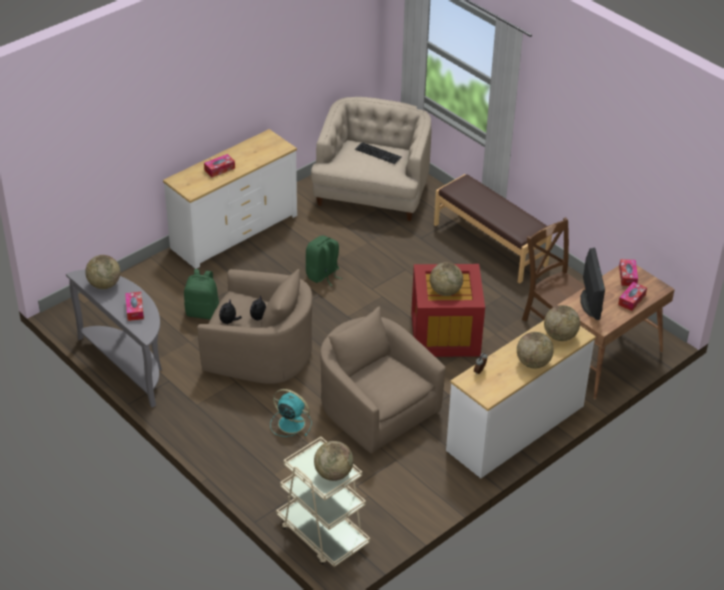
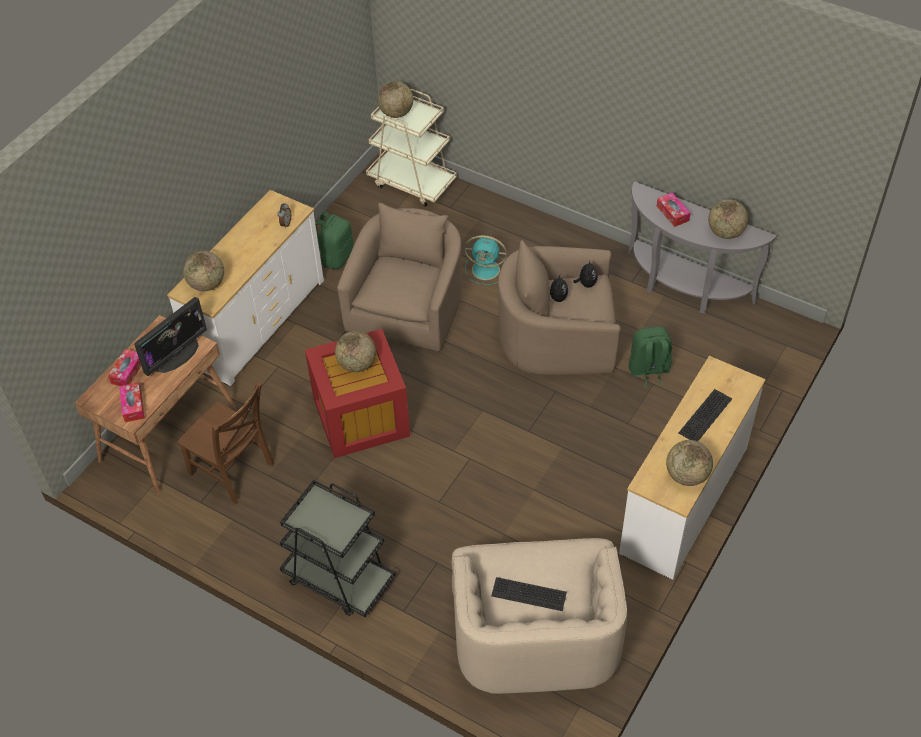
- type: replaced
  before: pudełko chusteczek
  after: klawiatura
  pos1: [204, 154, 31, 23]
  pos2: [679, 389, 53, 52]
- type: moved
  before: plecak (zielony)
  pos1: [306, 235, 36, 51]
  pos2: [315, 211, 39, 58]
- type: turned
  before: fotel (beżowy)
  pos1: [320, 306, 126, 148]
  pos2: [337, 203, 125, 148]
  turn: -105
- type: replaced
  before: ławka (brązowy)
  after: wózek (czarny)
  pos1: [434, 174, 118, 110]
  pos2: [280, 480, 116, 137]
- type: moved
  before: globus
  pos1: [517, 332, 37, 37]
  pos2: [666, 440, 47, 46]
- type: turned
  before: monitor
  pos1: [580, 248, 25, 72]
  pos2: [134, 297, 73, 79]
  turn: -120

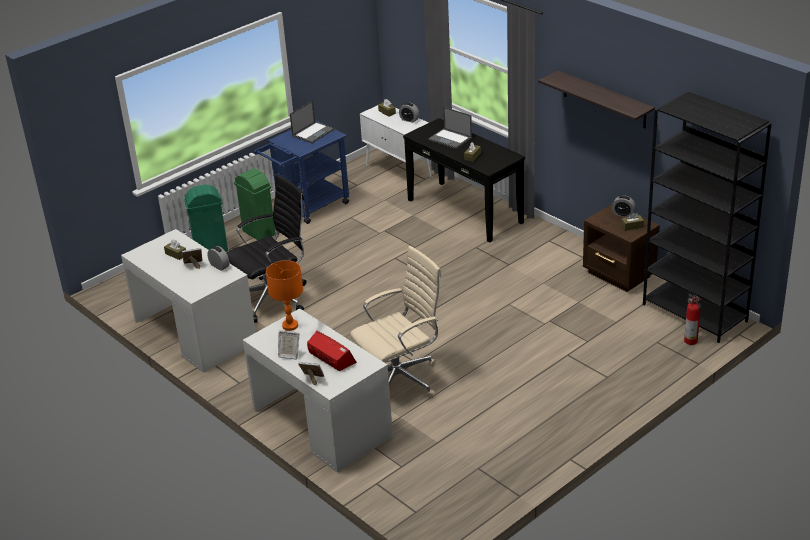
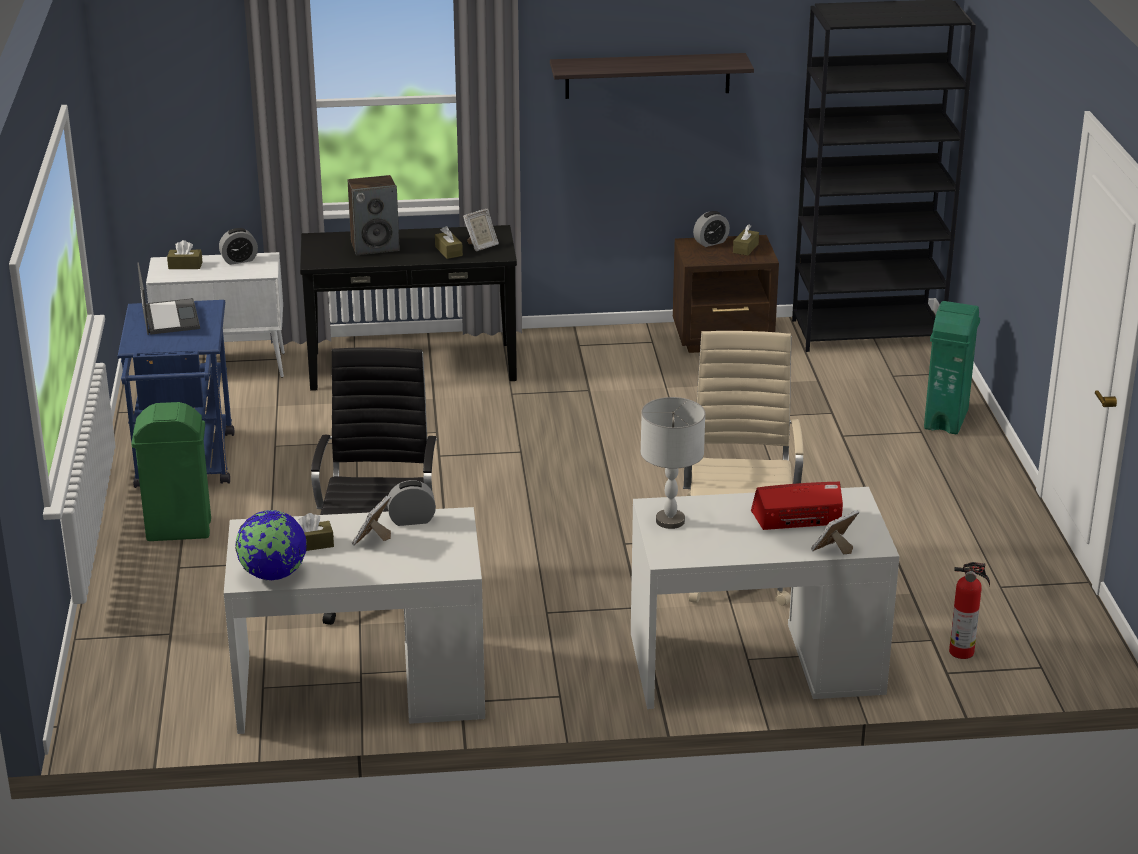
- type: moved
  before: kosz na śmieci (zielony)
  pos1: [184, 184, 44, 68]
  pos2: [924, 301, 56, 133]
- type: recoloured
  before: lampa stołowa (pomarańczowy)
  after: lampa stołowa (szary)
  pos1: [266, 260, 37, 71]
  pos2: [641, 397, 64, 132]
- type: moved
  before: ramka na zdjęcie
  pos1: [278, 330, 21, 30]
  pos2: [463, 209, 36, 42]
- type: replaced
  before: laptop
  after: głośnik
  pos1: [428, 107, 44, 42]
  pos2: [348, 175, 52, 80]
- type: moved
  before: gaśnica
  pos1: [684, 294, 18, 51]
  pos2: [949, 562, 41, 97]
- type: added
  after: globus
  pos2: [236, 510, 71, 71]

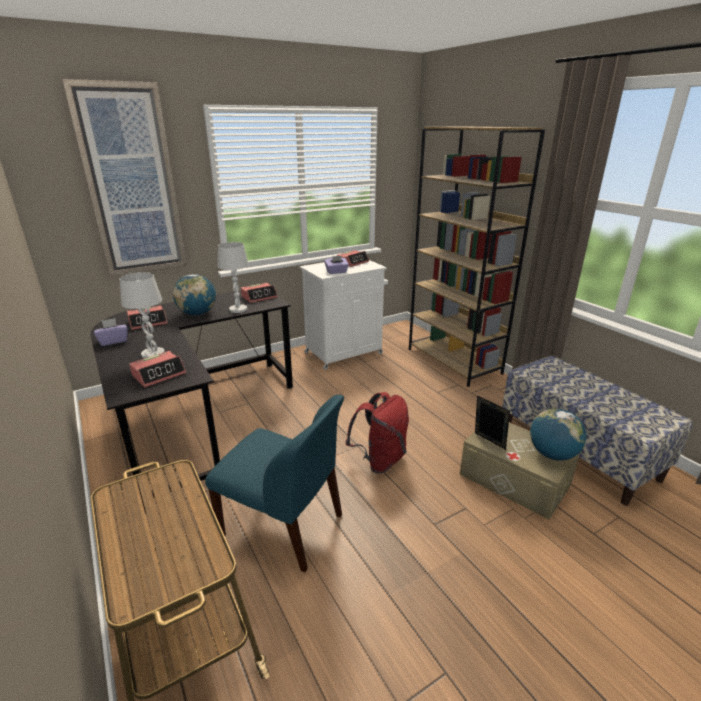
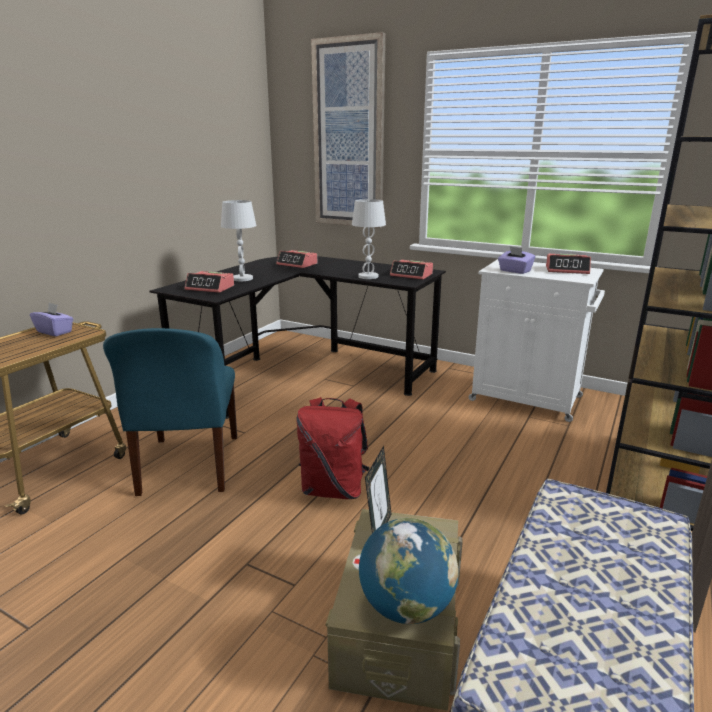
- type: moved
  before: pudełko chusteczek (fioletowy)
  pos1: [94, 318, 34, 28]
  pos2: [30, 303, 44, 33]
- type: removed
  before: globus
  pos1: [173, 274, 43, 42]

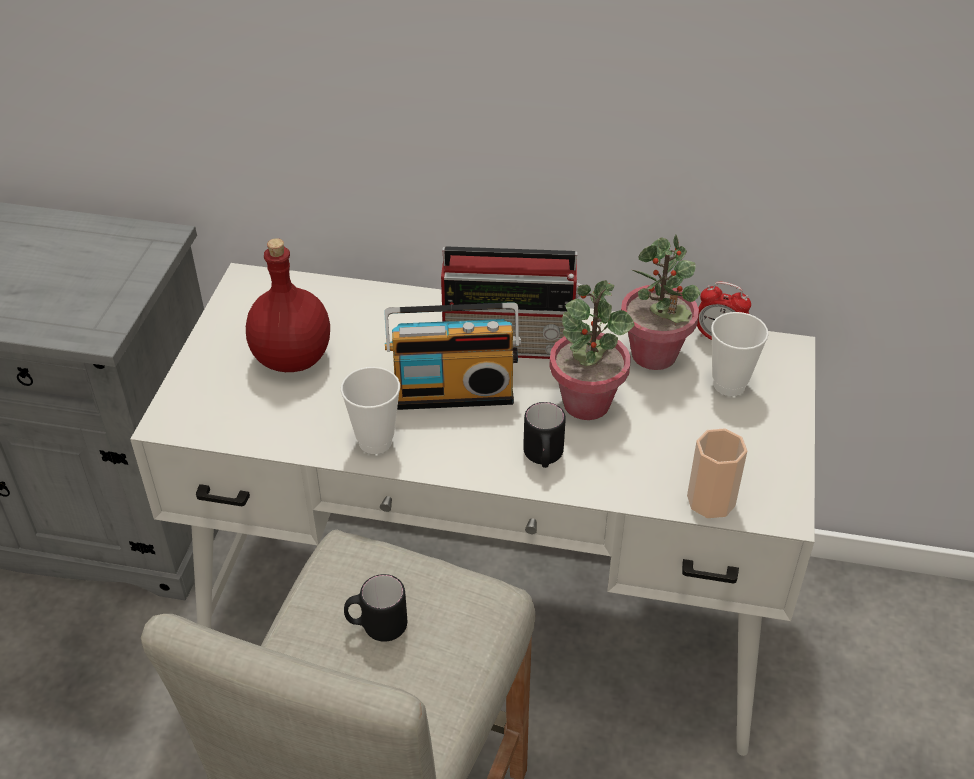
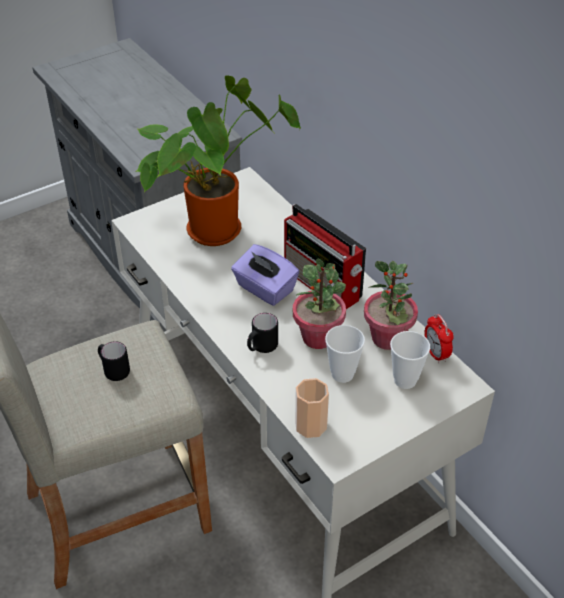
- type: replaced
  before: butelka (czerwony)
  after: roślina doniczkowa
  pos1: [246, 238, 84, 134]
  pos2: [135, 75, 166, 171]
- type: moved
  before: filiżanka
  pos1: [341, 367, 59, 87]
  pos2: [325, 325, 40, 58]
- type: replaced
  before: radio
  after: pudełko chusteczek (fioletowy)
  pos1: [384, 302, 137, 108]
  pos2: [231, 244, 68, 62]

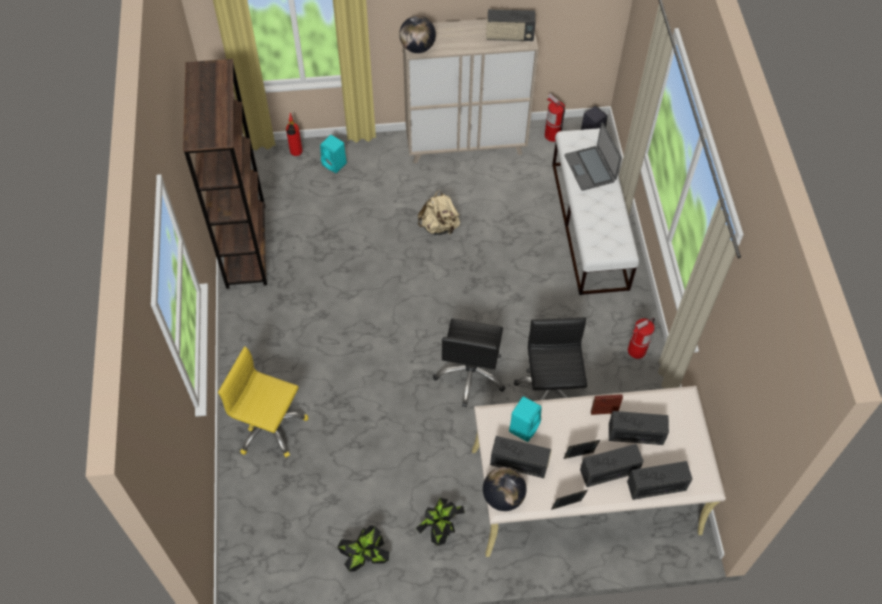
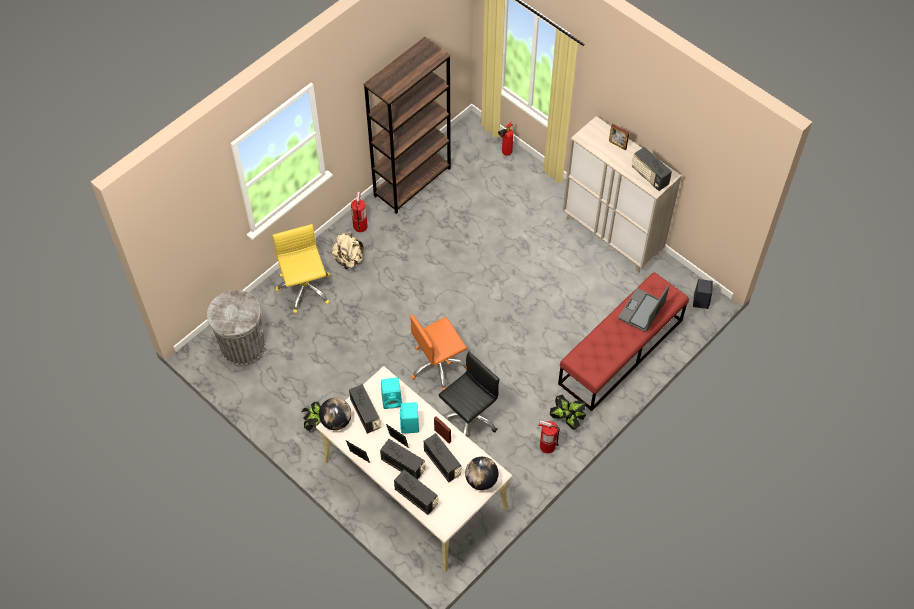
- type: moved
  before: głośnik (turkusowy)
  pos1: [320, 135, 27, 38]
  pos2: [400, 402, 19, 32]
- type: moved
  before: roślina doniczkowa
  pos1: [337, 525, 52, 46]
  pos2: [550, 395, 36, 34]
- type: moved
  before: globus
  pos1: [399, 16, 37, 37]
  pos2: [465, 457, 34, 33]
- type: moved
  before: plecak (beżowy)
  pos1: [418, 190, 42, 46]
  pos2: [331, 232, 33, 37]
- type: recoloured
  before: krzesło biurowe (czarny)
  after: krzesło biurowe (pomarańczowy)
  pos1: [433, 318, 72, 89]
  pos2: [410, 315, 57, 76]
- type: moved
  before: gaśnica
  pos1: [545, 93, 20, 49]
  pos2: [351, 192, 17, 40]
- type: recoloured
  before: ławka (biały)
  after: ławka (czerwony)
  pos1: [552, 128, 87, 167]
  pos2: [558, 272, 131, 139]
- type: added
  after: kosz na śmieci (szary)
  pos2: [207, 290, 58, 76]
- type: added
  after: ramka na zdjęcie
  pos2: [609, 124, 20, 26]

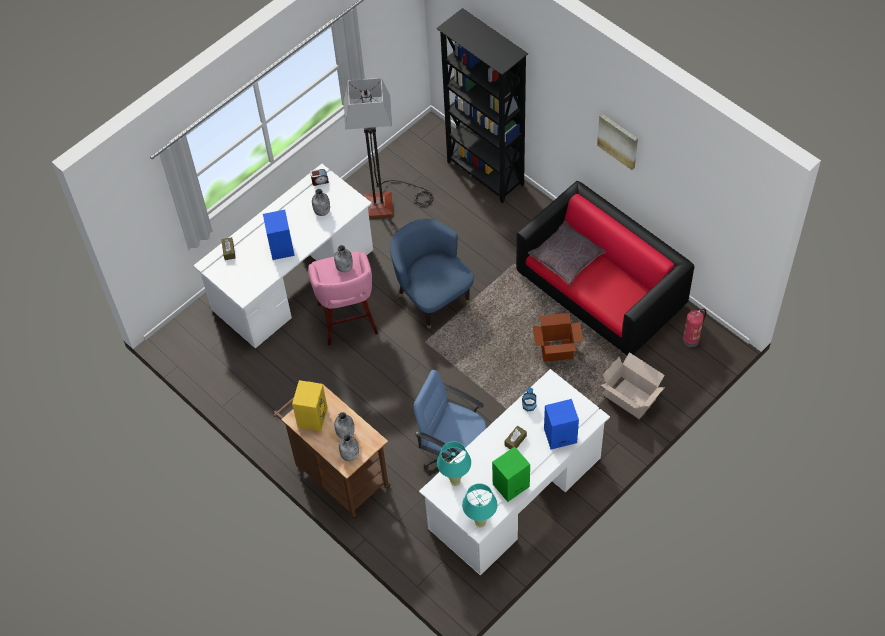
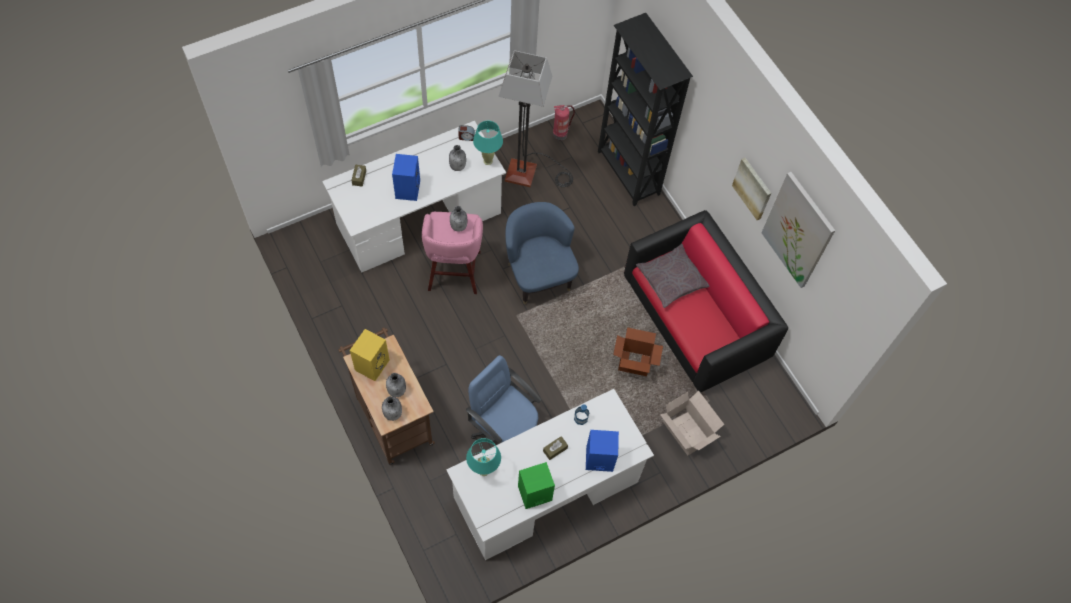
- type: moved
  before: lampa stołowa (turkusowy)
  pos1: [462, 483, 35, 45]
  pos2: [473, 121, 30, 44]
- type: moved
  before: gaśnica
  pos1: [683, 308, 23, 40]
  pos2: [553, 105, 22, 35]
- type: added
  after: obraz
  pos2: [761, 172, 74, 116]

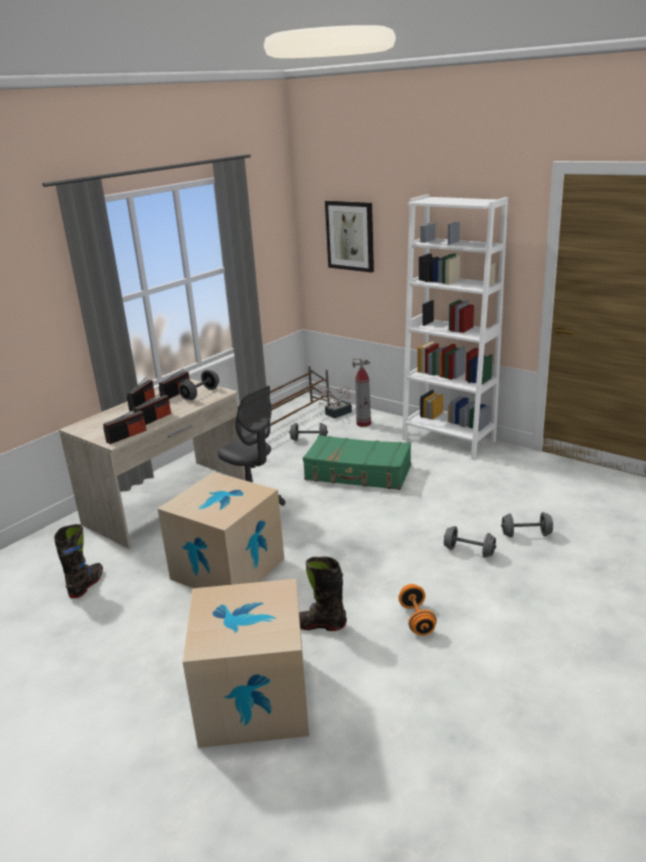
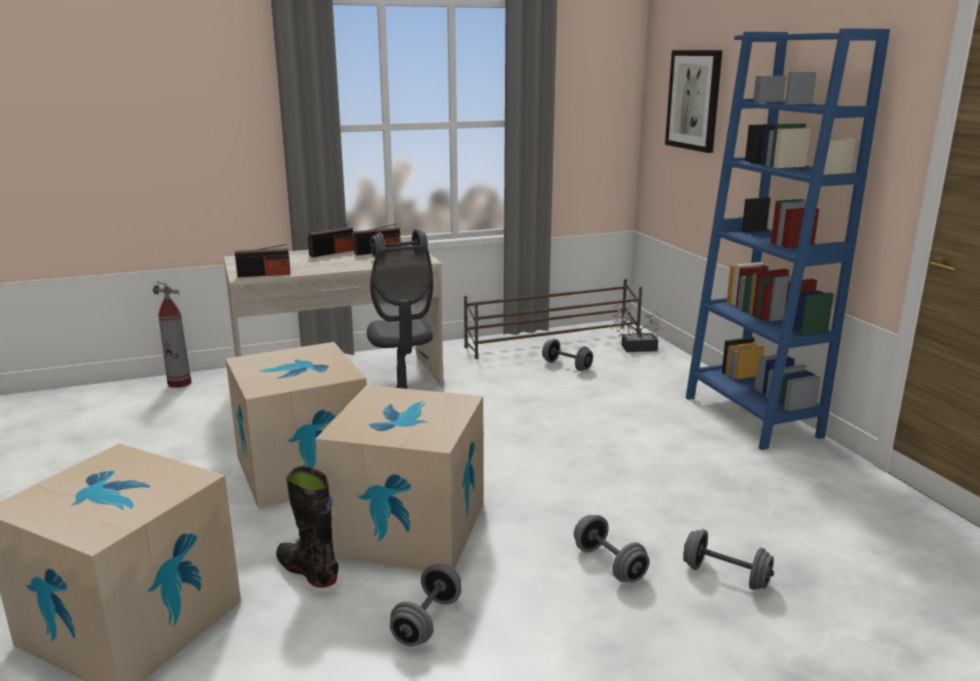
- type: removed
  before: but z cholewką (czarny)
  pos1: [54, 524, 49, 74]
- type: removed
  before: radio
  pos1: [133, 392, 38, 33]
- type: removed
  before: walizka (zielony)
  pos1: [303, 435, 108, 55]
- type: moved
  before: gaśnica
  pos1: [352, 359, 19, 68]
  pos2: [153, 281, 38, 107]
- type: recoloured
  before: hantel (pomarańczowy)
  after: hantel (szary)
  pos1: [399, 584, 38, 52]
  pos2: [390, 563, 71, 83]
- type: recoloured
  before: regał (biały)
  after: regał (niebieski)
  pos1: [402, 194, 106, 265]
  pos2: [686, 29, 204, 421]
- type: added
  after: karton
  pos2: [316, 385, 168, 186]

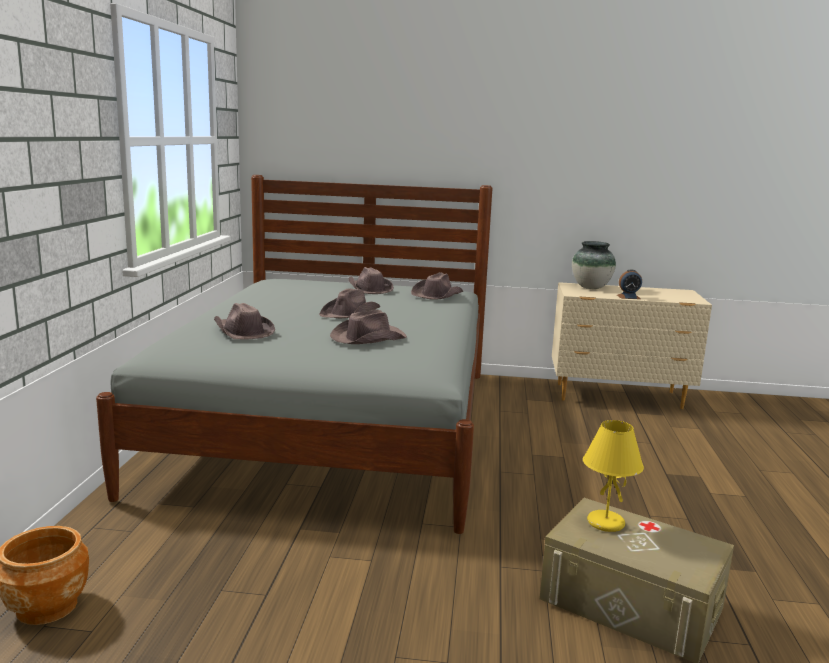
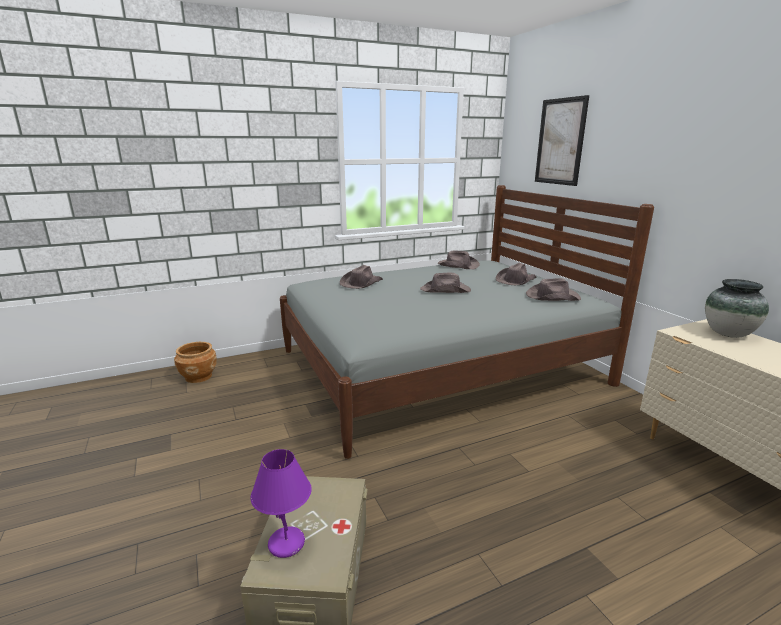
- type: moved
  before: kapelusz (brązowy)
  pos1: [330, 309, 77, 35]
  pos2: [438, 251, 42, 18]
- type: removed
  before: lampa stołowa (żółty)
  pos1: [583, 420, 61, 112]
- type: removed
  before: budzik
  pos1: [617, 270, 25, 29]
- type: added
  after: lampa stołowa (fioletowy)
  pos2: [251, 449, 61, 109]
- type: added
  after: obraz
  pos2: [535, 95, 54, 91]

